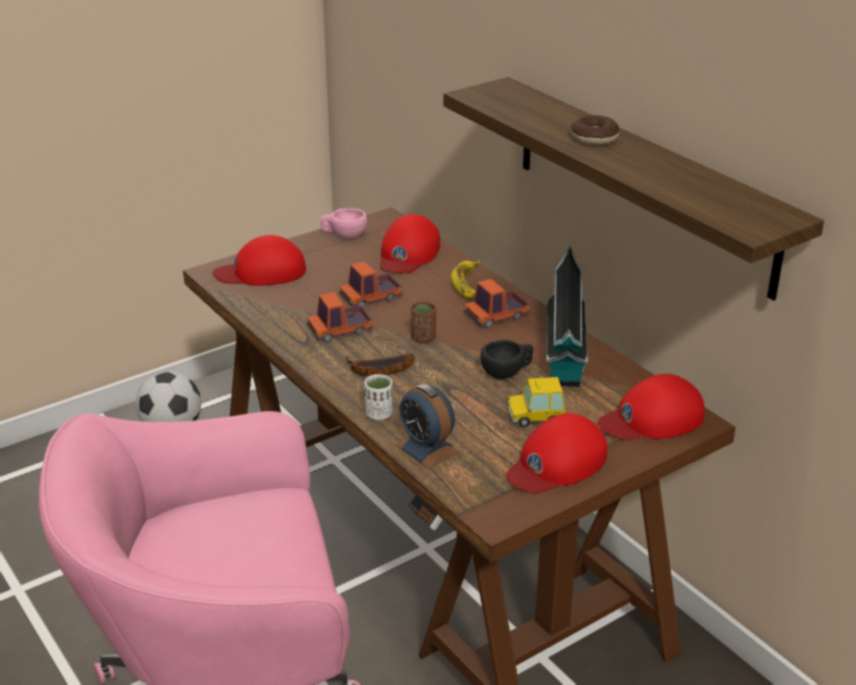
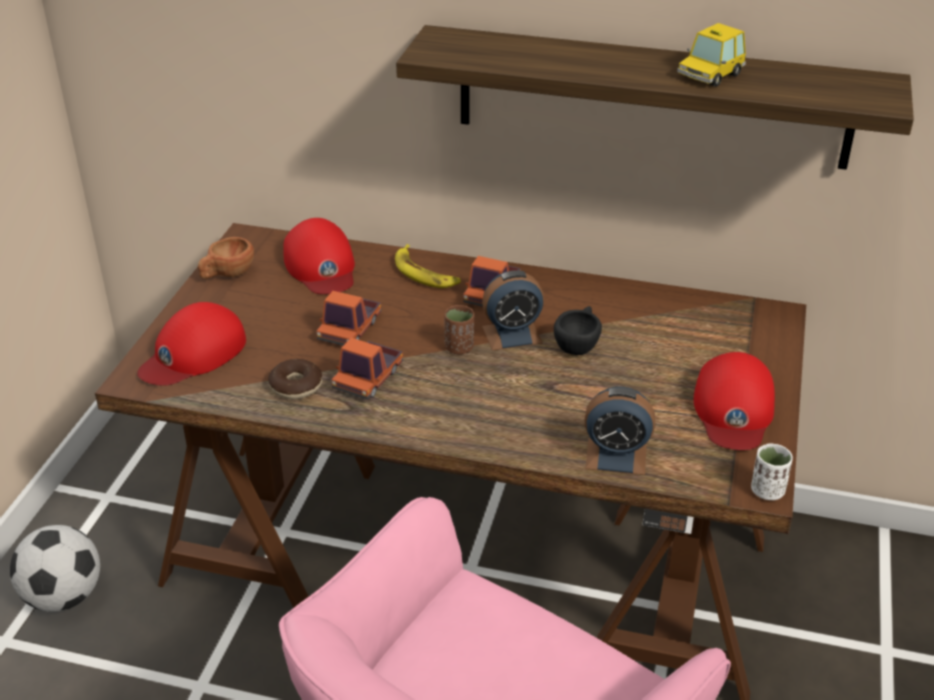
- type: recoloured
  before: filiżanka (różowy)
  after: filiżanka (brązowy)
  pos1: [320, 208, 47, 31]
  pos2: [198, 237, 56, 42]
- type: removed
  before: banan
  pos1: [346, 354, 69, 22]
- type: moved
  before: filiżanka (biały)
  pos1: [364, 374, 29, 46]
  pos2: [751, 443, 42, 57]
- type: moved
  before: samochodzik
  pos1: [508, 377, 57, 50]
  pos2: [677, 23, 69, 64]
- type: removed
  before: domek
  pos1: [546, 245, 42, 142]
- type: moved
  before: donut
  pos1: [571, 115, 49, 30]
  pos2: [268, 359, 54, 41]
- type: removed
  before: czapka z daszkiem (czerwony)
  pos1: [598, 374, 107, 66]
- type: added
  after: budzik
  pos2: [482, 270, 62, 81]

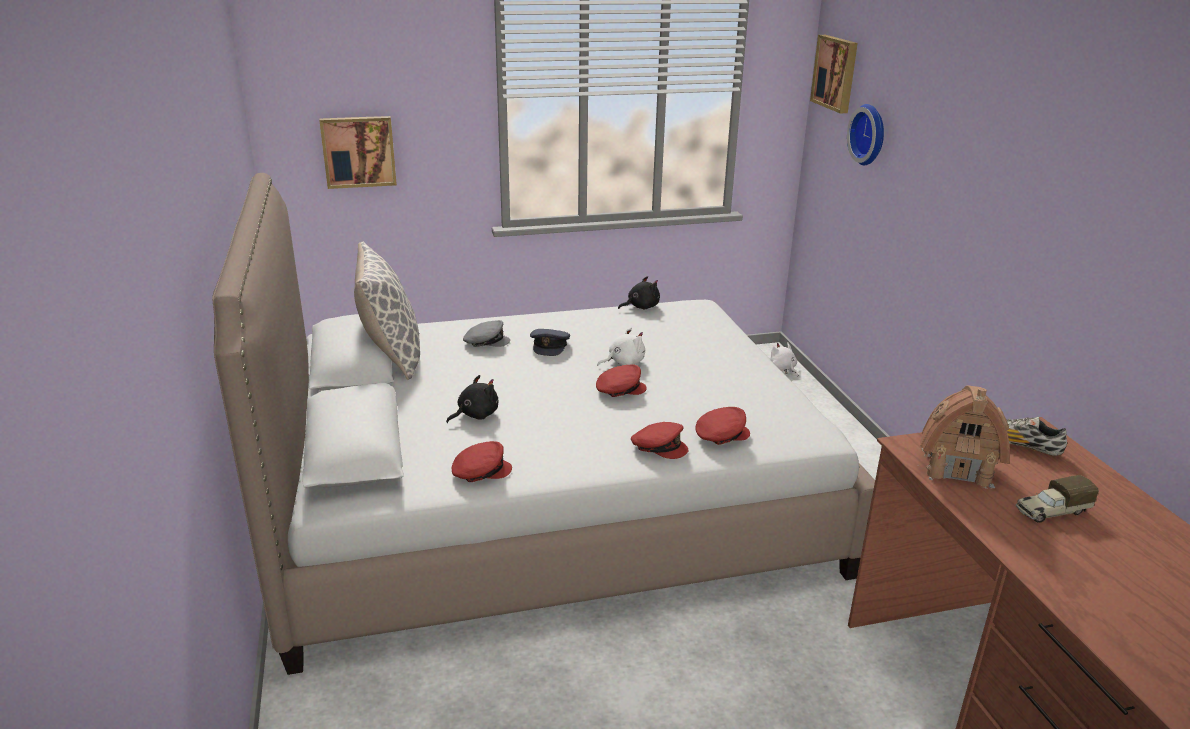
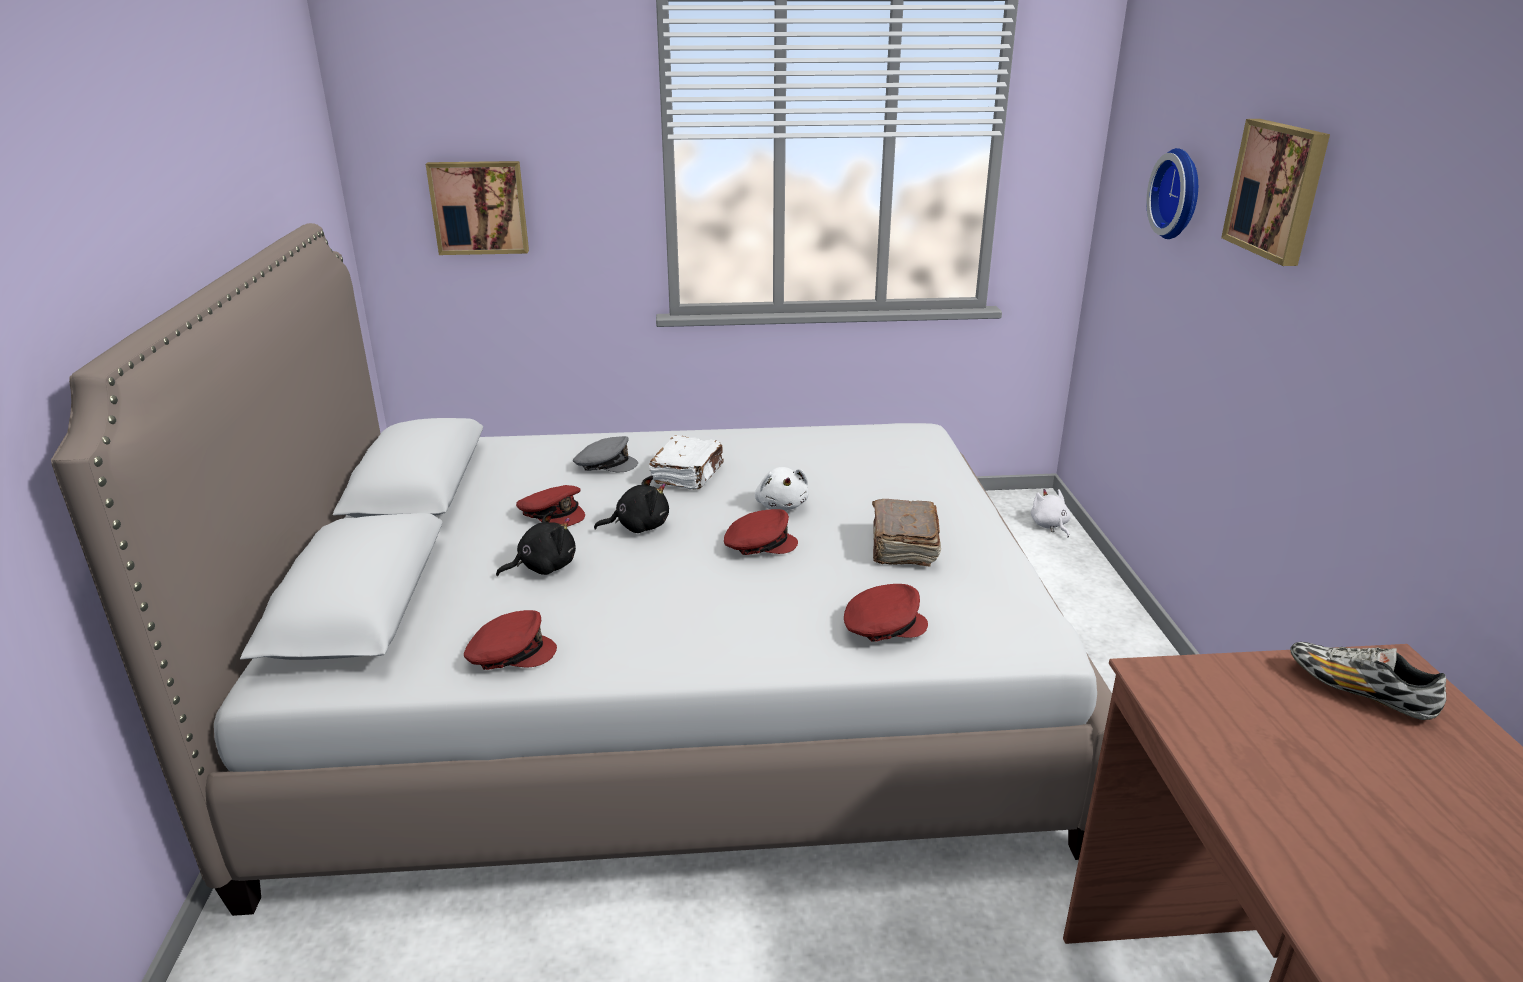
- type: removed
  before: poduszka
  pos1: [354, 241, 66, 139]
- type: replaced
  before: czapka z daszkiem (szary)
  after: książka (biały)
  pos1: [530, 329, 40, 27]
  pos2: [649, 435, 75, 55]
- type: turned
  before: pluszak (biały)
  pos1: [597, 328, 48, 38]
  pos2: [755, 467, 54, 44]
  turn: 90
- type: moved
  before: pluszak (czarny)
  pos1: [618, 276, 42, 33]
  pos2: [594, 475, 75, 58]
- type: moved
  before: czapka z daszkiem (czerwony)
  pos1: [631, 422, 57, 37]
  pos2: [516, 485, 69, 41]
- type: moved
  before: obraz
  pos1: [810, 35, 48, 78]
  pos2: [1221, 119, 109, 147]
- type: removed
  before: domek
  pos1: [920, 386, 89, 103]
- type: removed
  before: ciężarówka zabawkowa
  pos1: [1016, 475, 83, 48]
- type: added
  after: książka (brązowy)
  pos2: [872, 499, 69, 67]

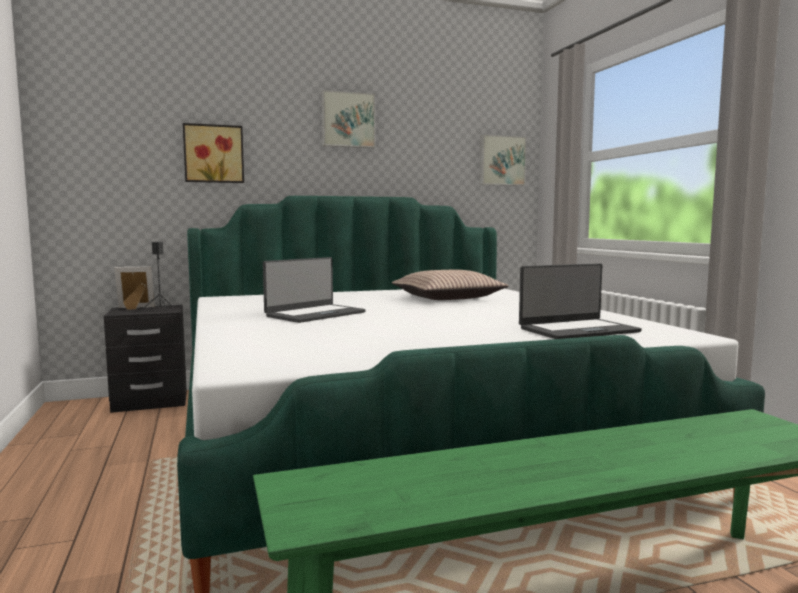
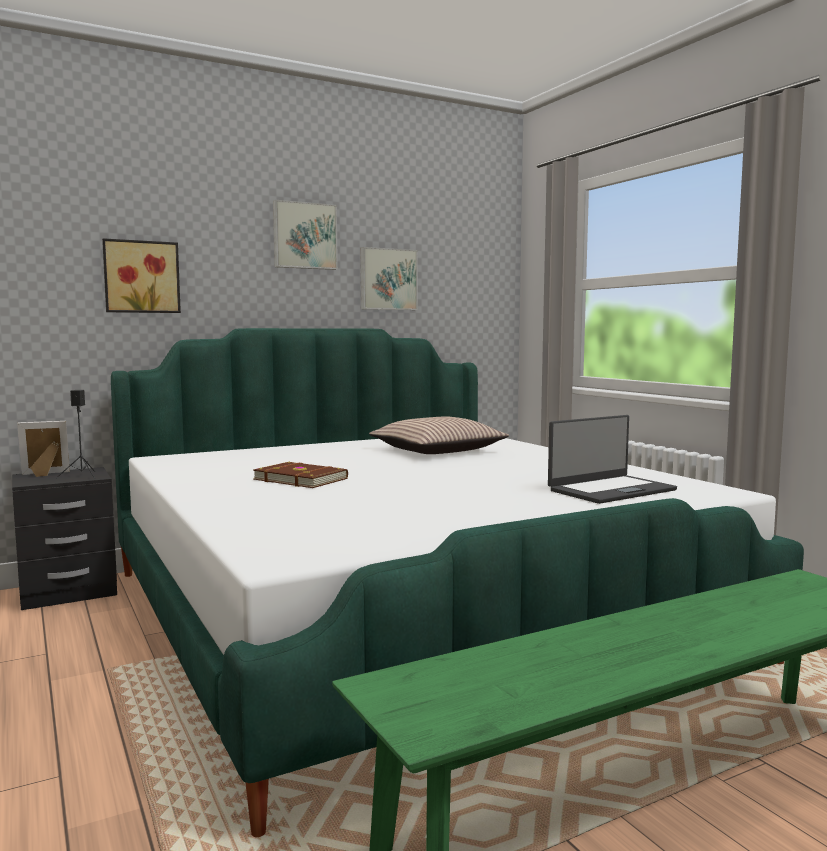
- type: replaced
  before: laptop
  after: książka (brązowy)
  pos1: [263, 257, 103, 66]
  pos2: [253, 462, 95, 26]
- type: moved
  before: obraz
  pos1: [480, 135, 47, 51]
  pos2: [360, 247, 58, 63]

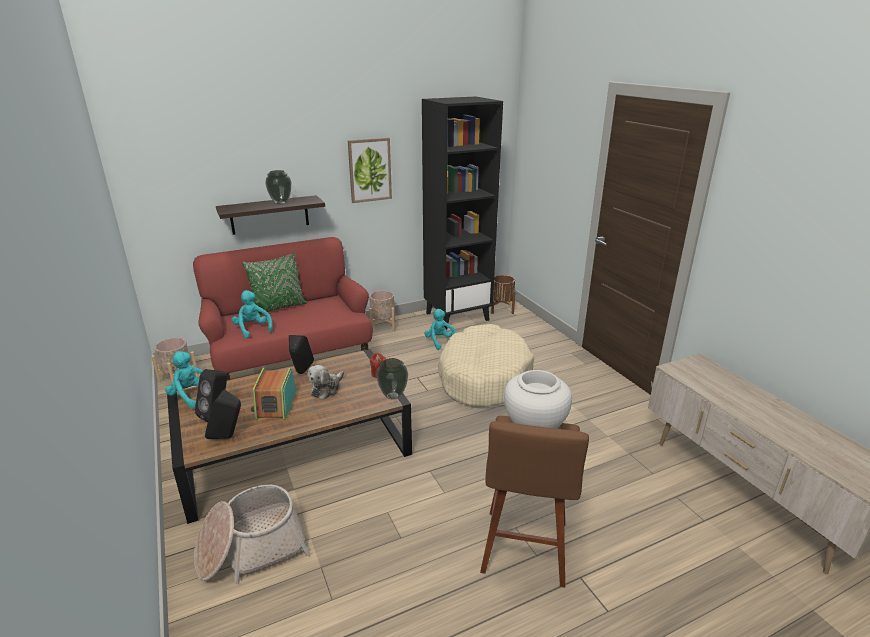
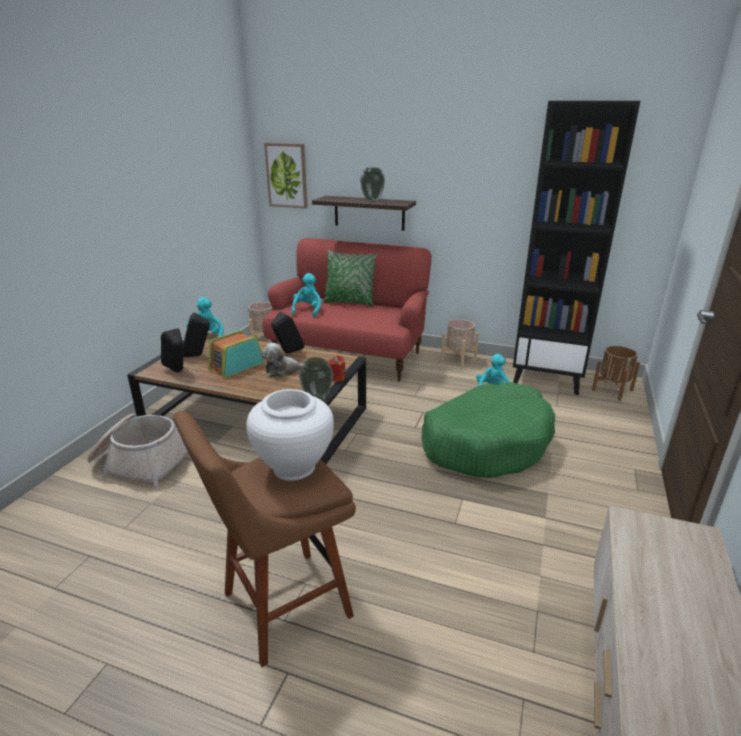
- type: moved
  before: obraz
  pos1: [348, 138, 44, 65]
  pos2: [264, 143, 44, 66]
- type: recoloured
  before: legowisko (beżowy)
  after: legowisko (zielony)
  pos1: [438, 324, 96, 84]
  pos2: [421, 382, 134, 96]

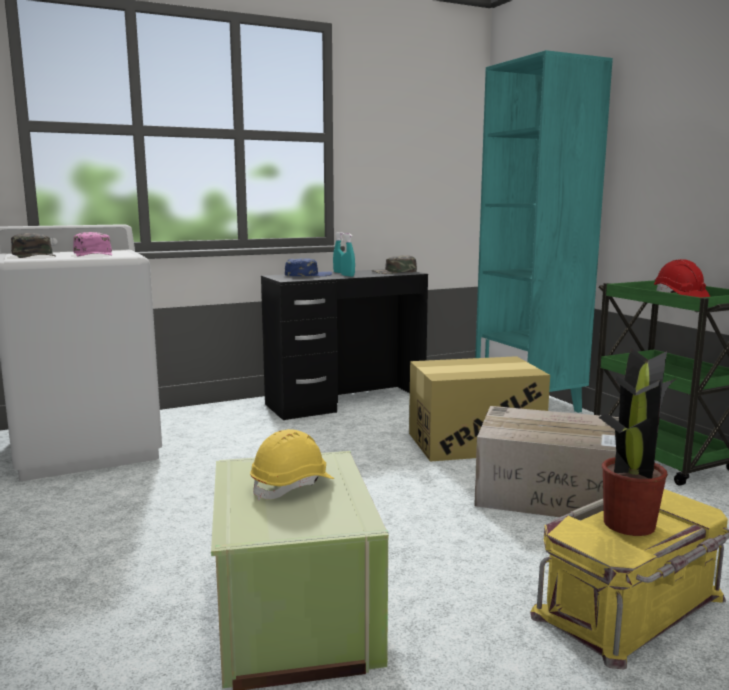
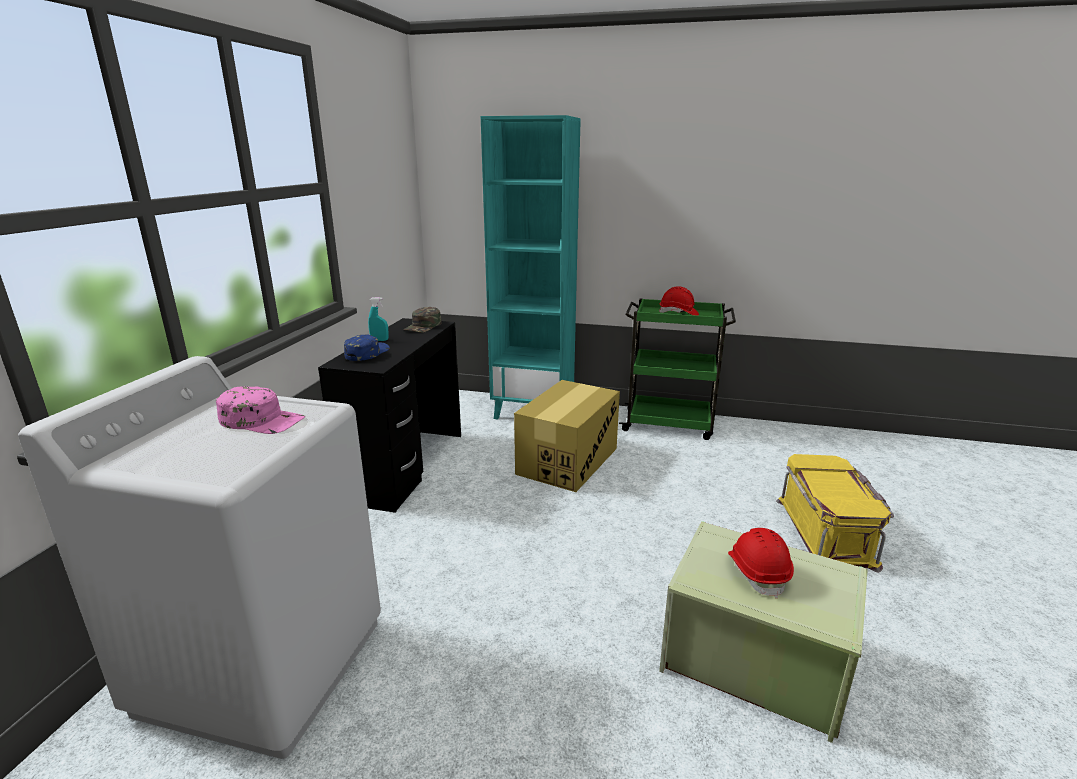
- type: removed
  before: czapka z daszkiem (zielony)
  pos1: [11, 233, 45, 25]
- type: recoloured
  before: kask (żółty)
  after: kask (czerwony)
  pos1: [250, 429, 85, 72]
  pos2: [728, 528, 66, 70]
- type: removed
  before: spryskiwacz (turkusowy)
  pos1: [341, 233, 14, 44]
- type: removed
  before: karton
  pos1: [474, 406, 145, 114]
- type: removed
  before: roślina doniczkowa
  pos1: [598, 348, 78, 188]

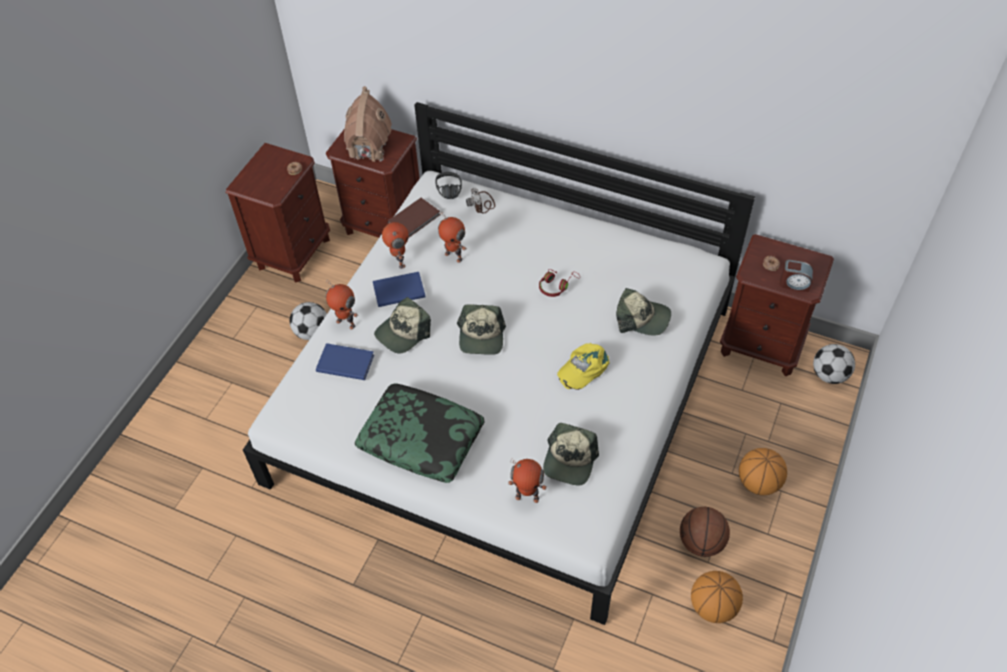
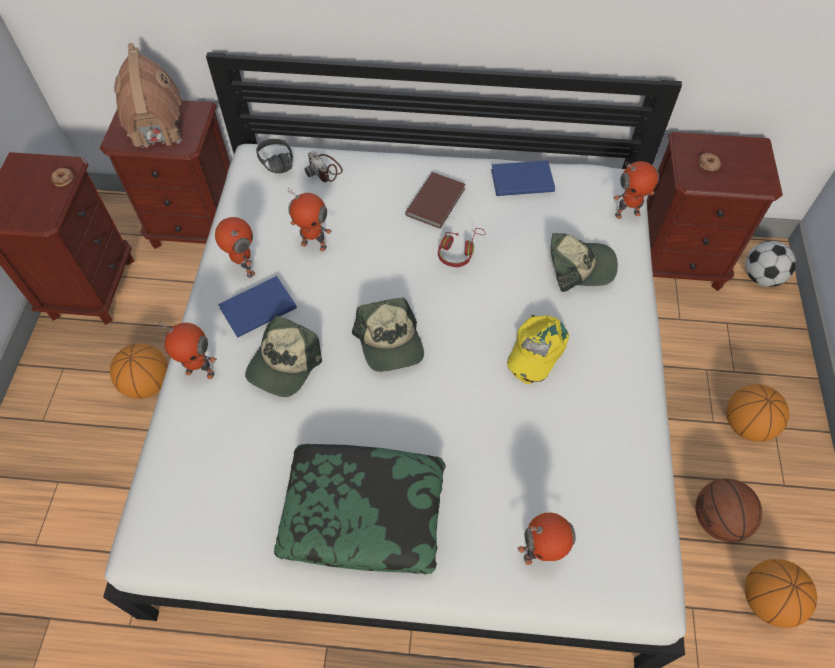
- type: replaced
  before: piłka futbolowa
  after: piłka do koszykówki
  pos1: [289, 302, 38, 38]
  pos2: [110, 344, 58, 55]
- type: moved
  before: książka (niebieski)
  pos1: [316, 343, 58, 37]
  pos2: [491, 160, 64, 36]
- type: moved
  before: książka (brązowy)
  pos1: [387, 198, 53, 40]
  pos2: [405, 172, 60, 57]
- type: removed
  before: czapka z daszkiem
  pos1: [543, 423, 56, 63]
- type: removed
  before: budzik
  pos1: [780, 260, 33, 32]
- type: added
  after: robot zabawkowy
  pos2: [613, 161, 46, 58]

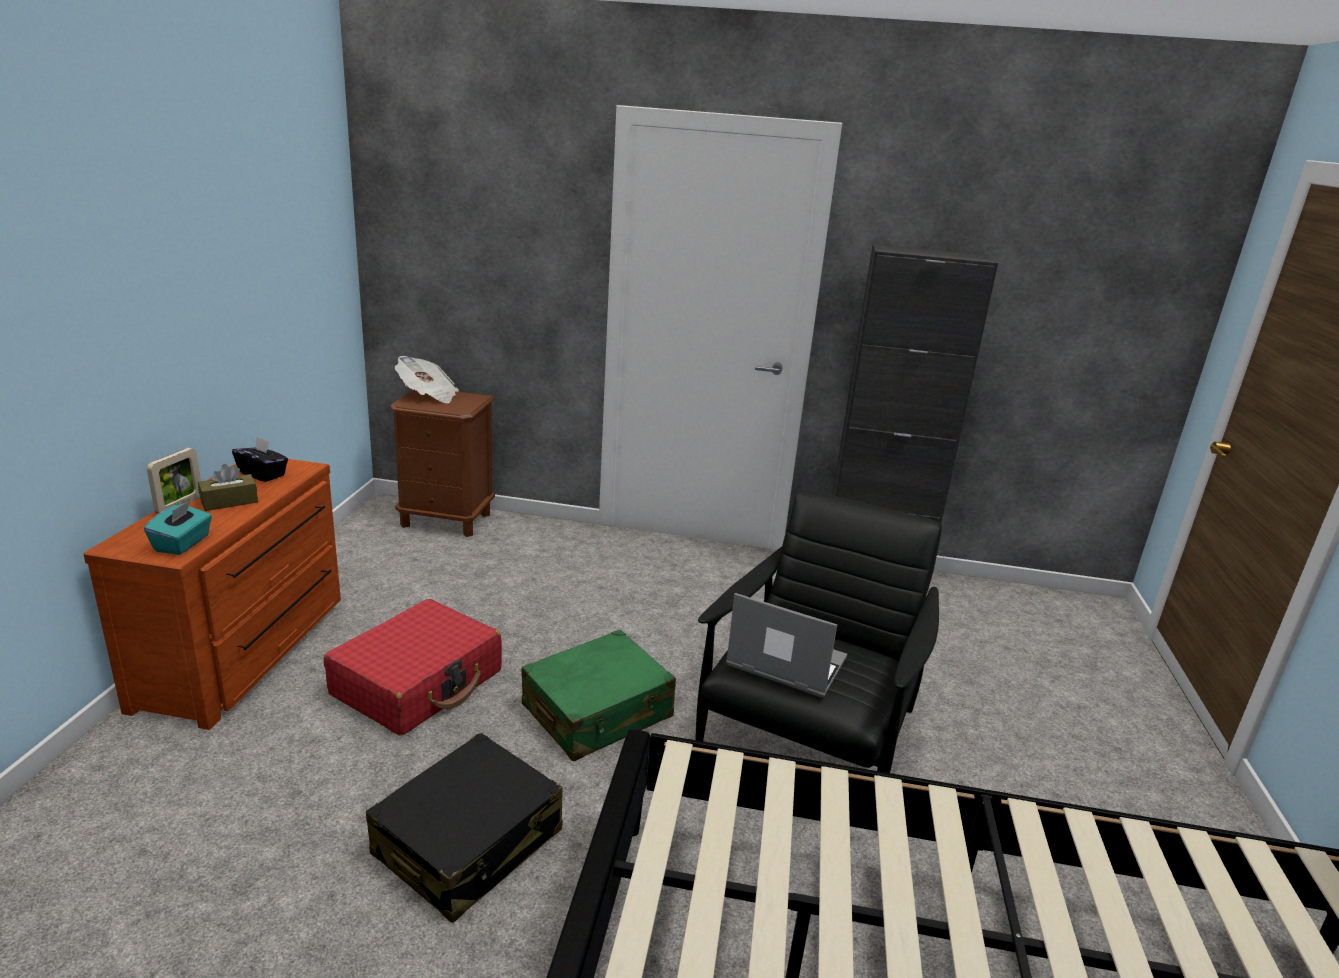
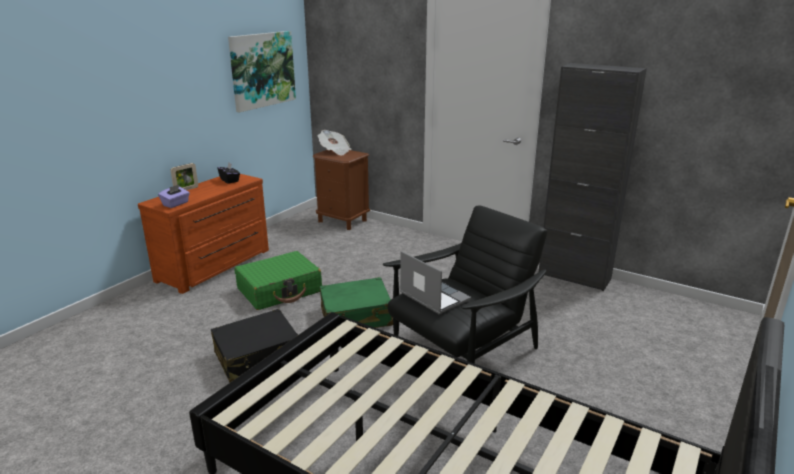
- type: recoloured
  before: pudełko chusteczek (turkusowy)
  after: pudełko chusteczek (fioletowy)
  pos1: [144, 501, 68, 54]
  pos2: [158, 185, 32, 23]
- type: removed
  before: pudełko chusteczek (brązowy)
  pos1: [198, 464, 60, 47]
- type: recoloured
  before: walizka (czerwony)
  after: walizka (zielony)
  pos1: [324, 599, 178, 137]
  pos2: [235, 251, 87, 59]
- type: added
  after: obraz
  pos2: [228, 31, 68, 81]

